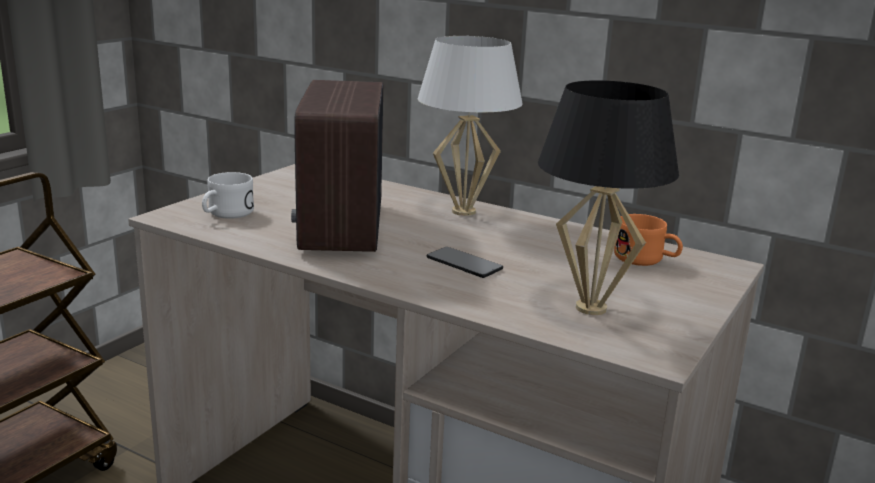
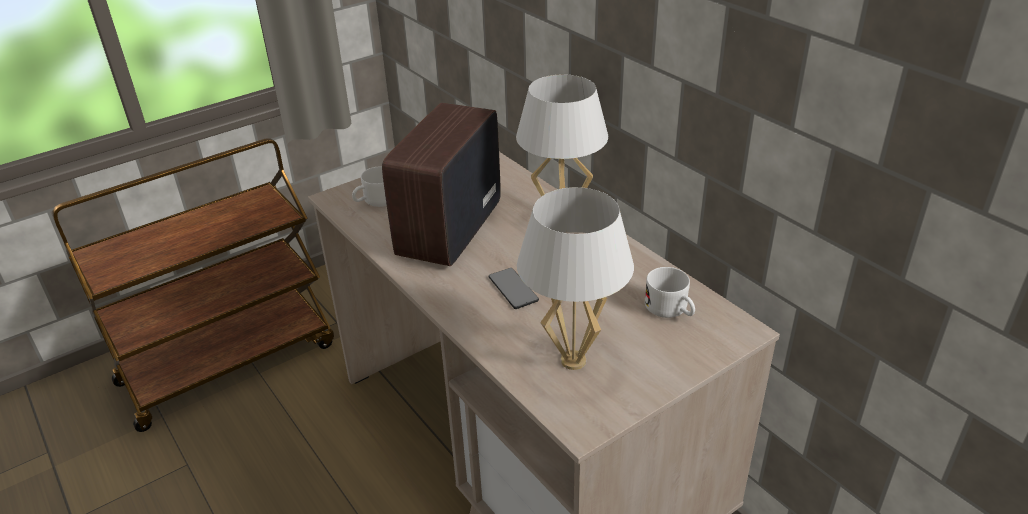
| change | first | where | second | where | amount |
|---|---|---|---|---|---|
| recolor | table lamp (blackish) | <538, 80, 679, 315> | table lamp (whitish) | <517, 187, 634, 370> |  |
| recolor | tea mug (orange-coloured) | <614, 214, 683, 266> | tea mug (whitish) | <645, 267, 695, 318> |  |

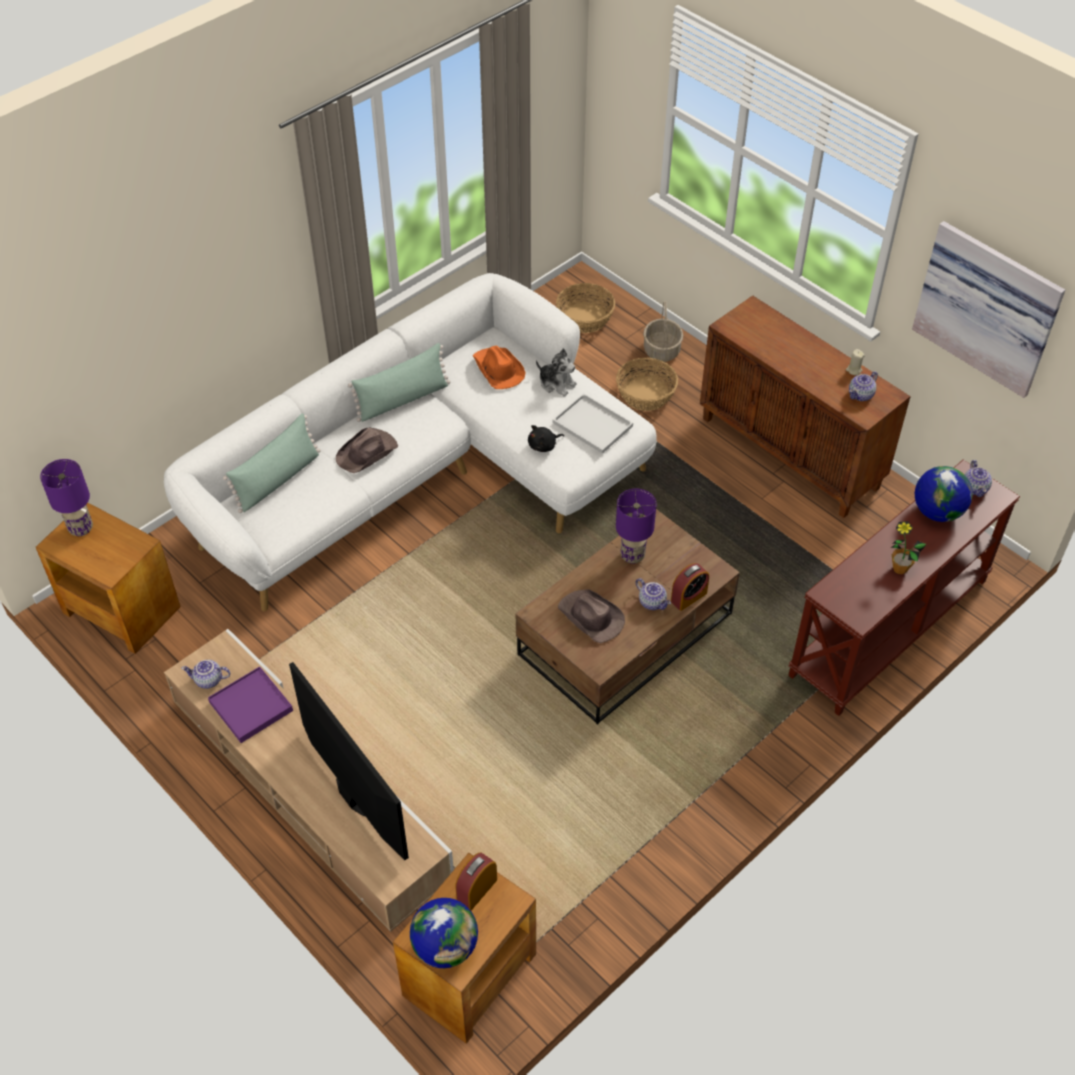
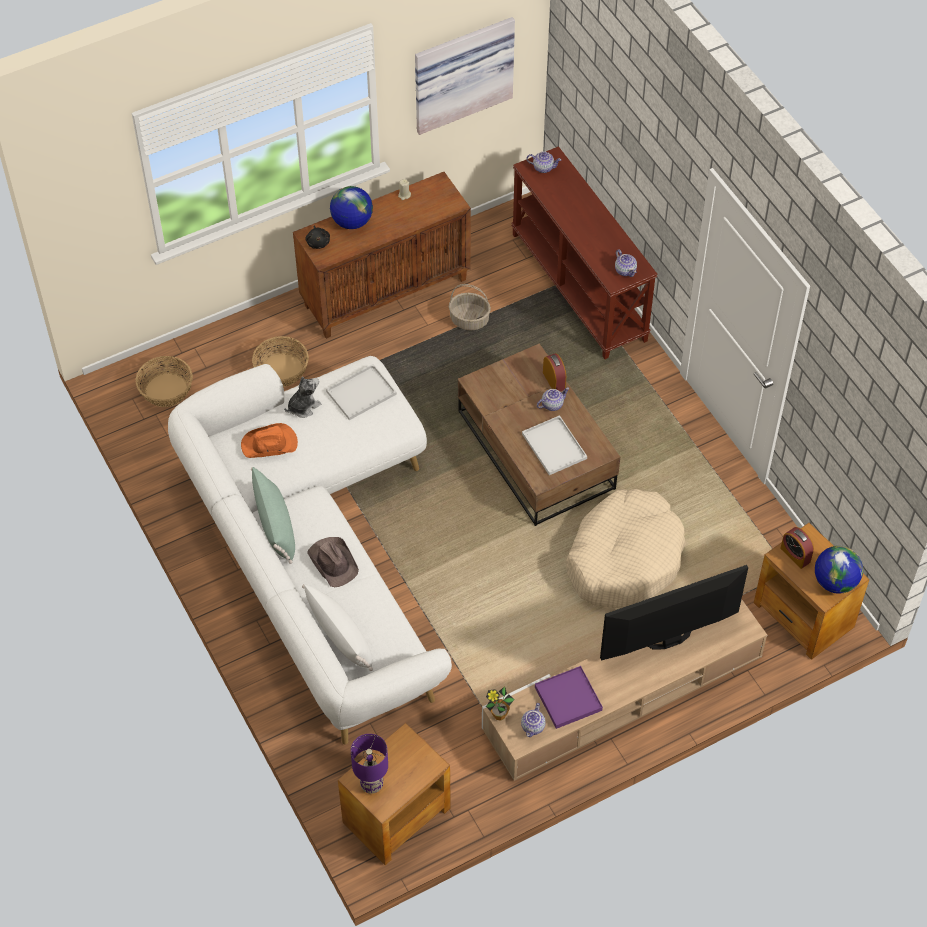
| change | first | where | second | where | amount |
|---|---|---|---|---|---|
| recolor | throw pillow (green) | <223, 414, 320, 513> | throw pillow (whitish) | <302, 584, 373, 671> |  |
| move | plush toy (blackish) | <528, 425, 564, 452> |  | <305, 226, 330, 249> |  |
| replace | wearable hat (brown-coloured) | <558, 590, 625, 643> | tray (whitish) | <522, 415, 587, 475> |  |
| delete | table lamp (purple) | <616, 488, 656, 564> |  |  |  |
| move | storage basket | <643, 301, 683, 362> |  | <449, 284, 491, 331> |  |
| move | tea pot | <849, 371, 878, 401> |  | <615, 250, 637, 277> |  |
| move | houseplant | <890, 521, 927, 574> |  | <486, 686, 515, 721> |  |
| move | desk globe | <915, 466, 973, 522> |  | <330, 186, 373, 229> |  |
| insert |  |  | dog bed (beige-coloured) | <566, 489, 686, 608> |  |

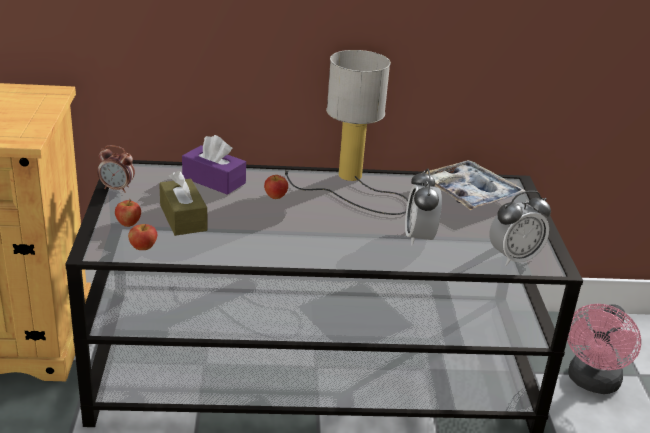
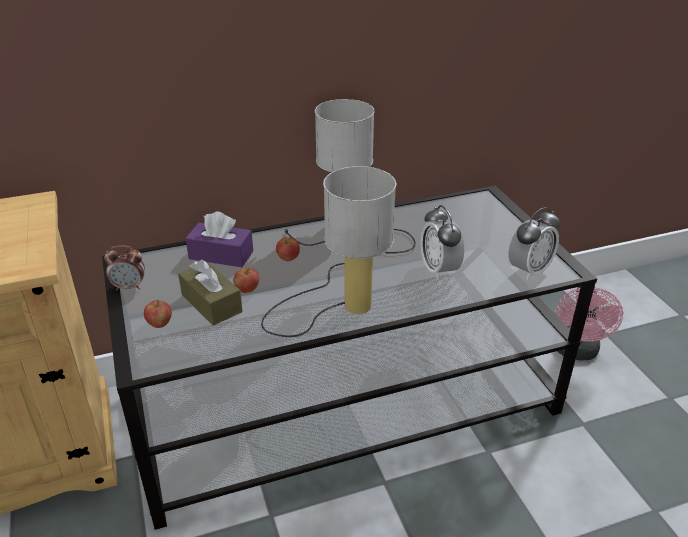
| change | first | where | second | where | amount |
|---|---|---|---|---|---|
| move | whole apple | <128, 224, 157, 250> |  | <233, 268, 259, 293> |  |
| delete | tray | <426, 160, 525, 210> |  |  |  |
| insert |  |  | table lamp | <261, 166, 396, 337> |  |

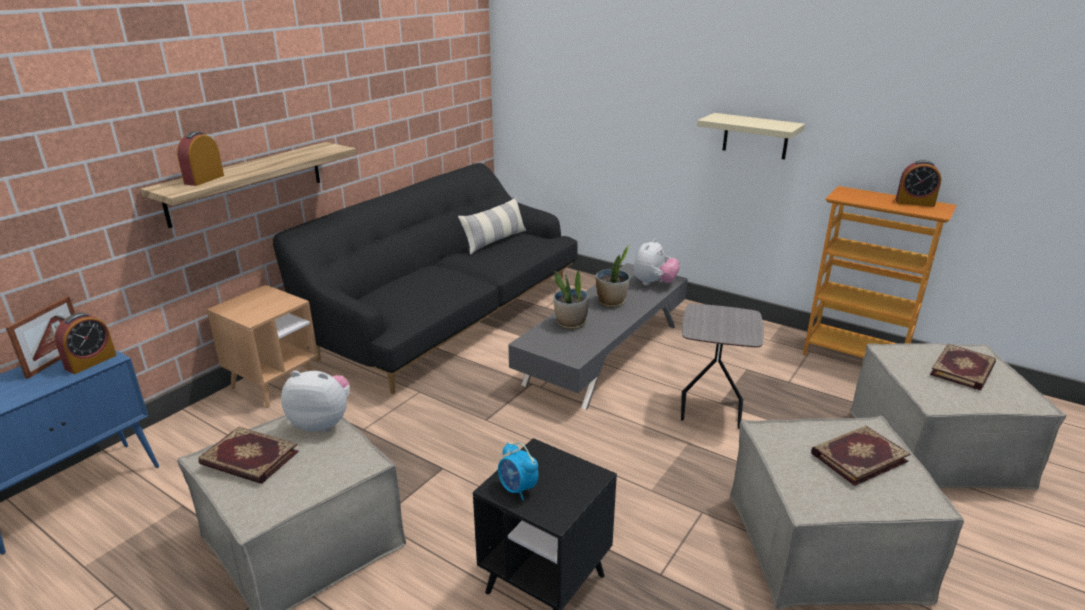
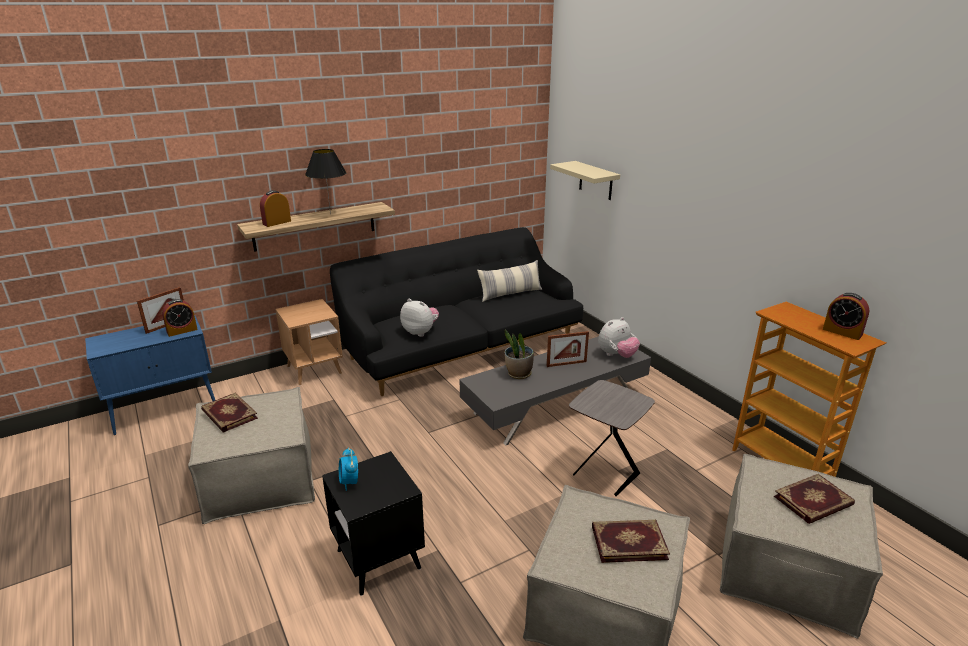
| change | first | where | second | where | amount |
|---|---|---|---|---|---|
| move | plush toy | <281, 371, 350, 432> |  | <400, 299, 439, 337> |  |
| replace | houseplant | <596, 245, 630, 307> | picture frame | <547, 331, 589, 367> |  |
| move | shelf (beige-coloured) | <697, 113, 805, 160> |  | <550, 161, 620, 200> |  |
| insert |  |  | table lamp (blackish) | <305, 149, 346, 215> |  |

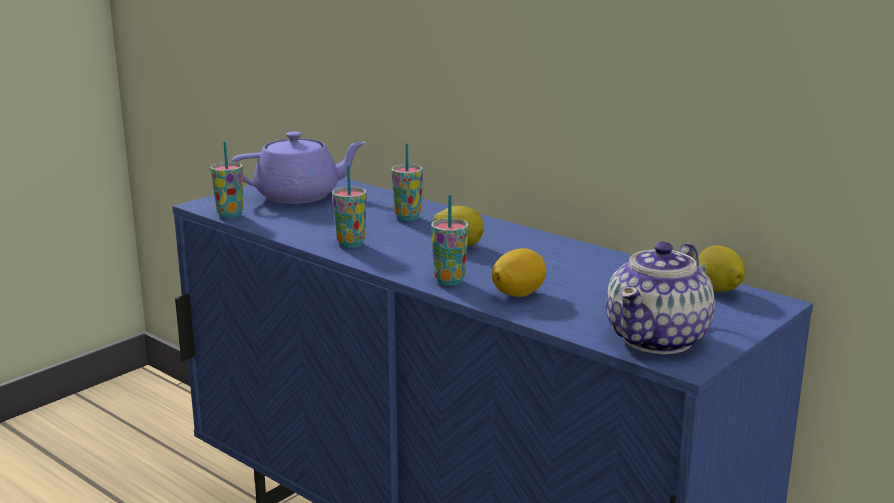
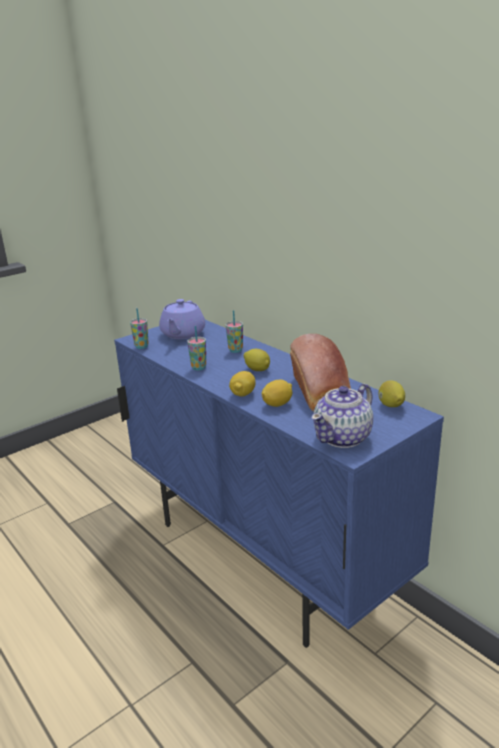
| change | first | where | second | where | amount |
|---|---|---|---|---|---|
| rotate | tea pot (purple) | <231, 131, 366, 204> |  | <159, 299, 205, 339> | 105 degrees clockwise |
| replace | small cup | <431, 195, 469, 286> | lemon | <229, 371, 255, 396> |  |
| insert |  |  | bread | <290, 334, 351, 412> |  |

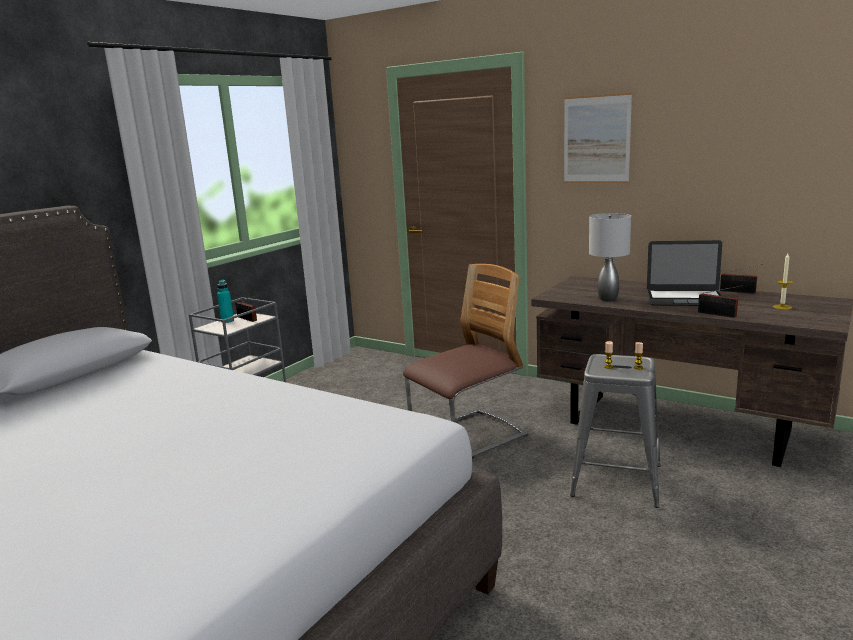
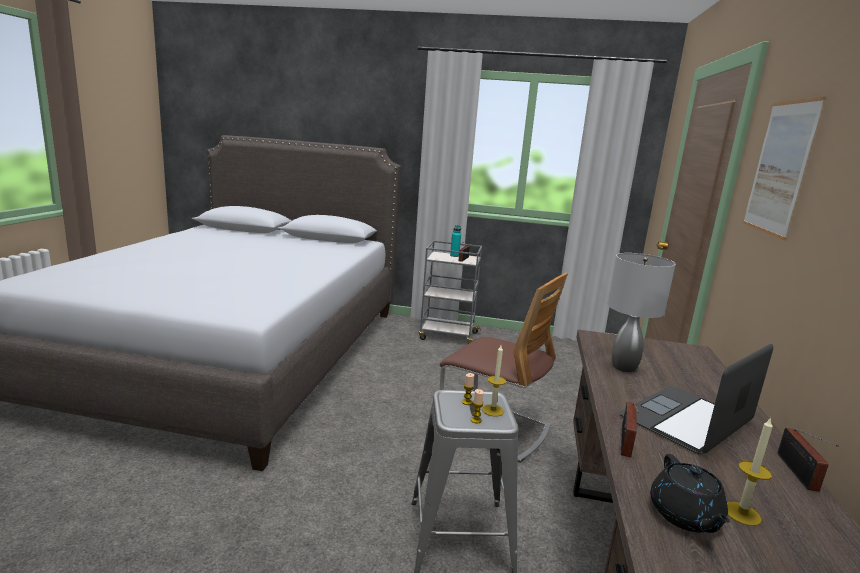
| change | first | where | second | where | amount |
|---|---|---|---|---|---|
| rotate | portable computer | <647, 240, 722, 306> |  | <619, 344, 773, 454> | 60 degrees clockwise |
| insert |  |  | candle | <482, 345, 506, 416> |  |
| insert |  |  | tea pot (blackish) | <650, 454, 730, 533> |  |

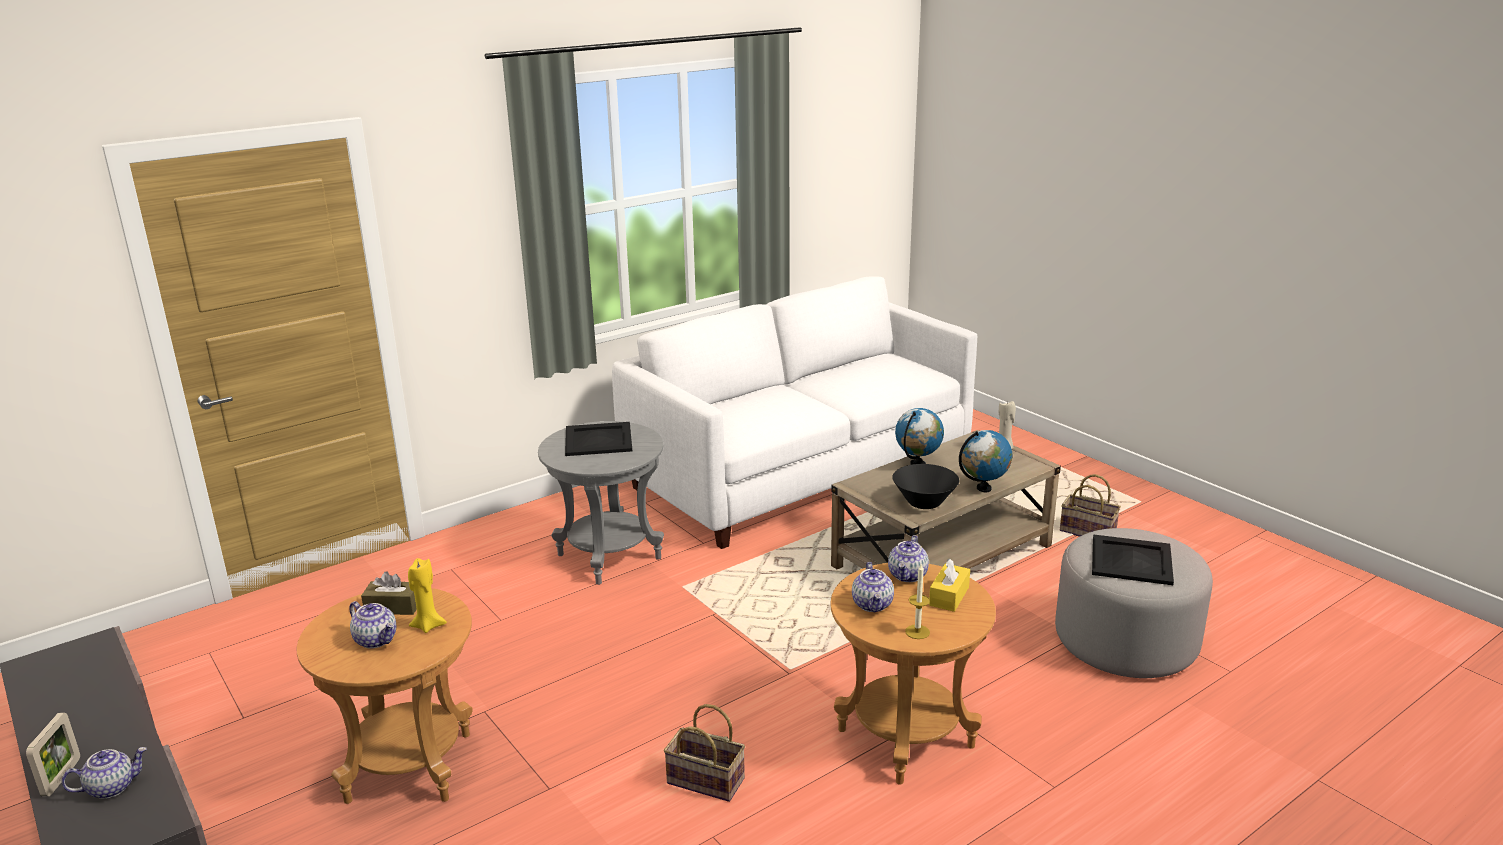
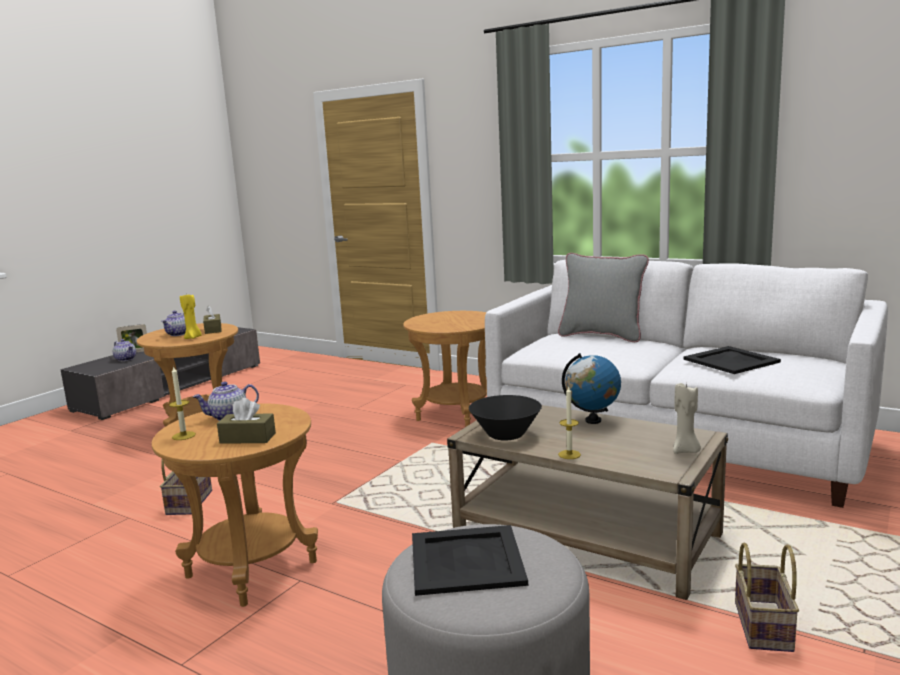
| change | first | where | second | where | amount |
|---|---|---|---|---|---|
| recolor | accent table (gray) | <538, 421, 664, 585> | accent table (brown-coloured) | <403, 311, 487, 427> |  |
| move | tray (blackish) | <565, 422, 632, 456> |  | <683, 346, 781, 374> |  |
| delete | tea pot | <888, 535, 929, 582> |  |  |  |
| recolor | tissue box (yellow-coloured) | <929, 558, 970, 612> | tissue box (brown-coloured) | <217, 398, 276, 444> |  |
| replace | desk globe | <959, 430, 1012, 492> | candle | <558, 386, 581, 459> |  |
| insert |  |  | throw pillow (gray) | <558, 253, 649, 342> |  |

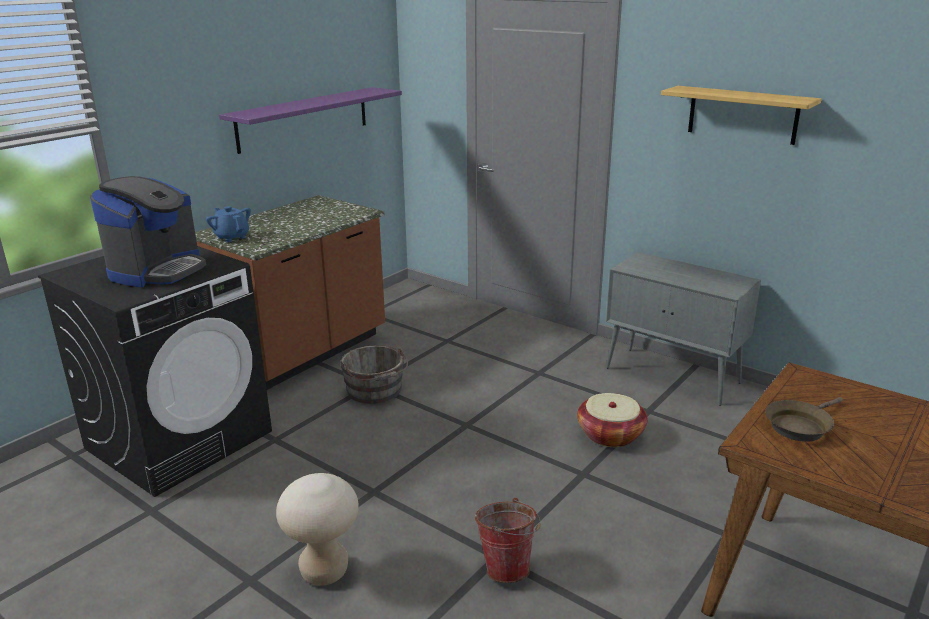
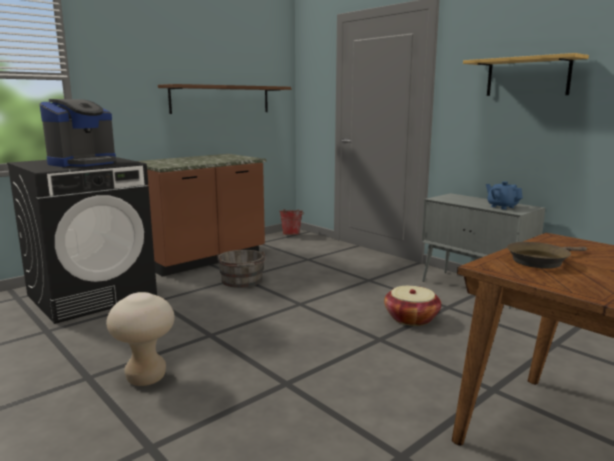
| change | first | where | second | where | amount |
|---|---|---|---|---|---|
| move | tea pot (bluish) | <206, 206, 251, 242> |  | <486, 181, 523, 209> |  |
| recolor | shelf (purple) | <219, 87, 402, 154> | shelf (brown-coloured) | <158, 84, 291, 114> |  |
| move | water bucket | <475, 498, 541, 583> |  | <280, 209, 304, 235> |  |

